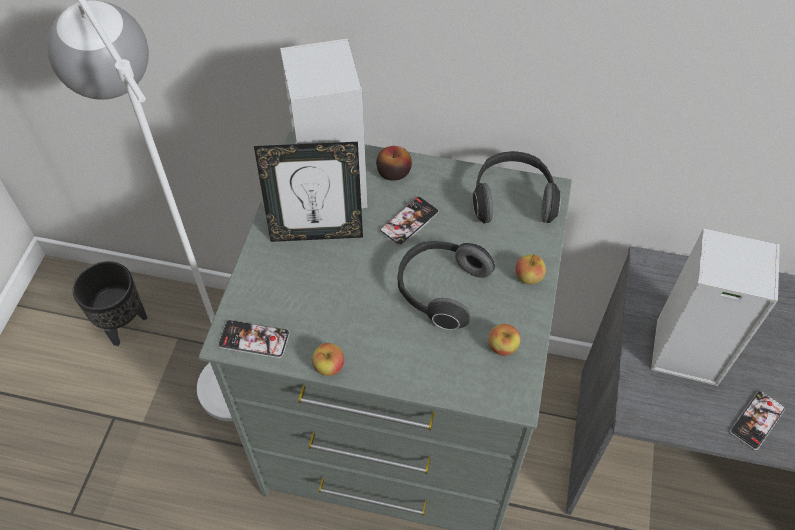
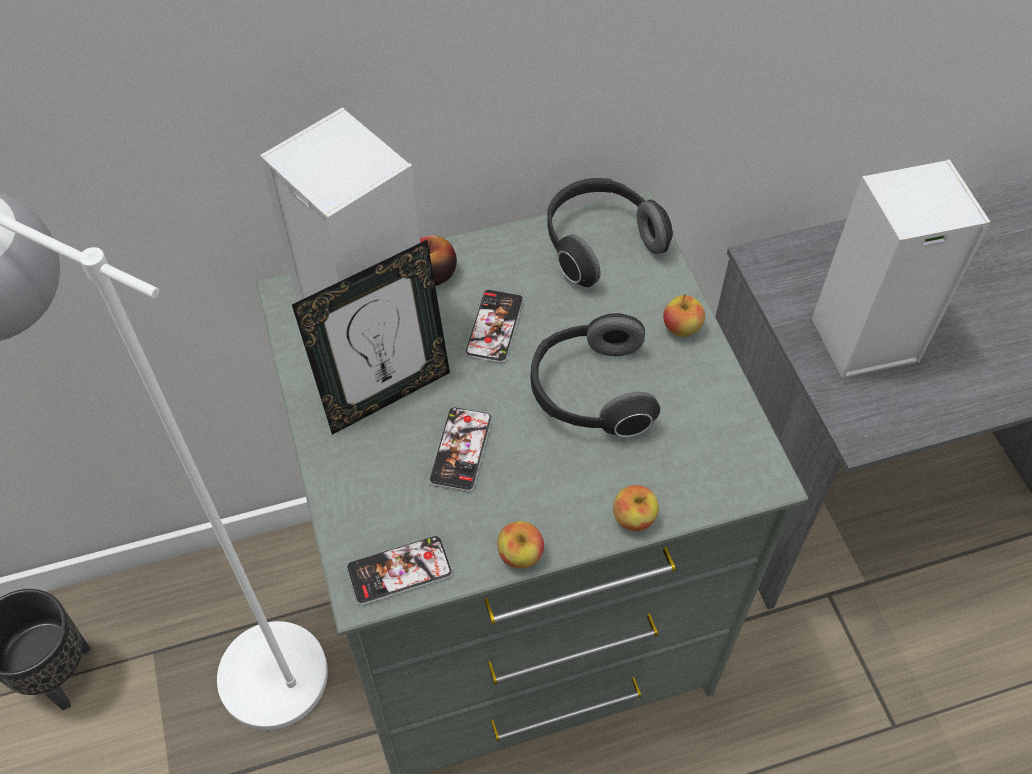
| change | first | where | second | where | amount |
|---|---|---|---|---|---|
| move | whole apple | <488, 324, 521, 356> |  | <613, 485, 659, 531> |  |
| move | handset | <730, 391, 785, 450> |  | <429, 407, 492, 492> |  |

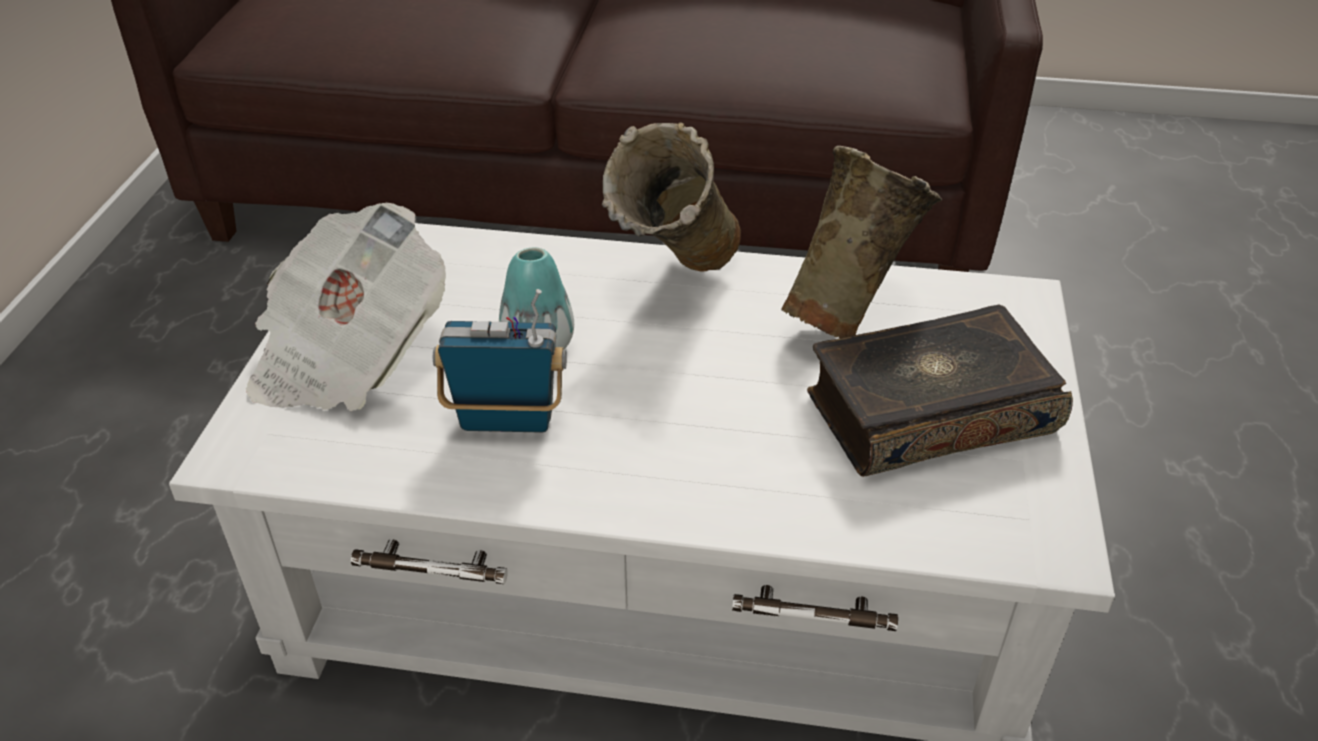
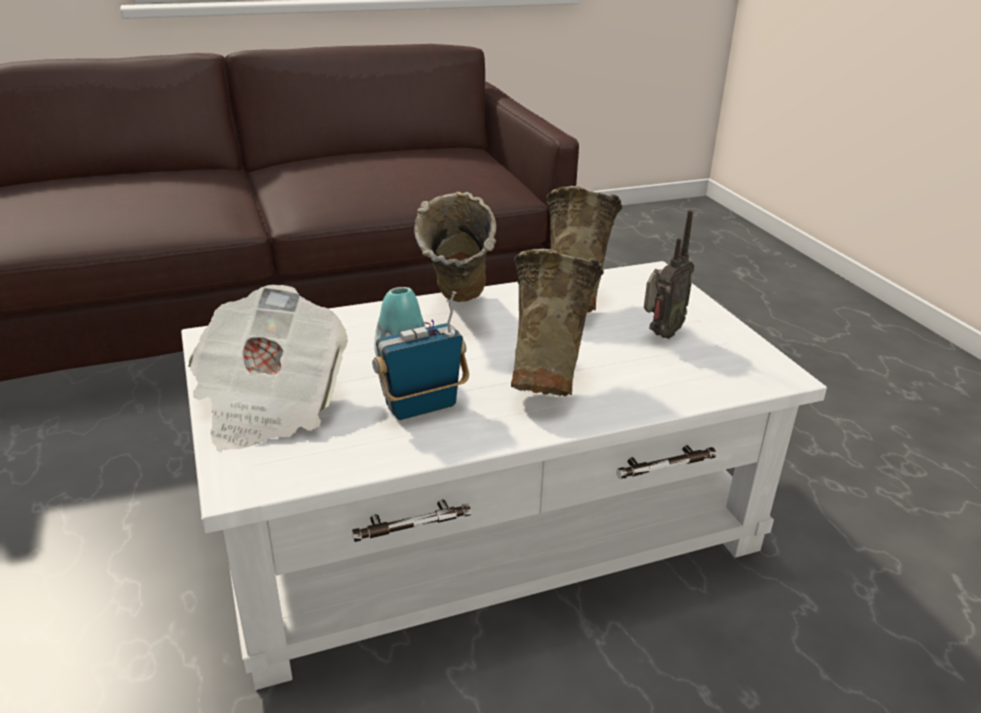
| change | first | where | second | where | amount |
|---|---|---|---|---|---|
| replace | bound book | <807, 304, 1073, 477> | radio set | <644, 210, 694, 339> |  |
| insert |  |  | decorative vase (beige-coloured) | <511, 249, 604, 396> |  |

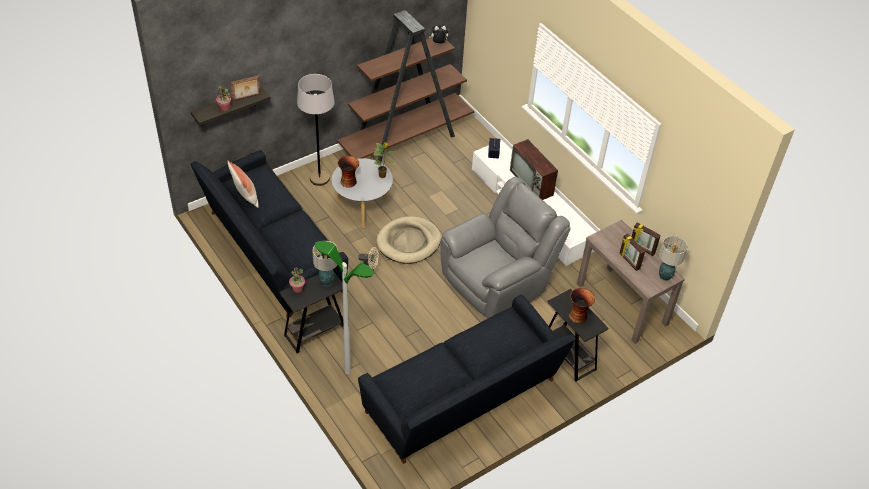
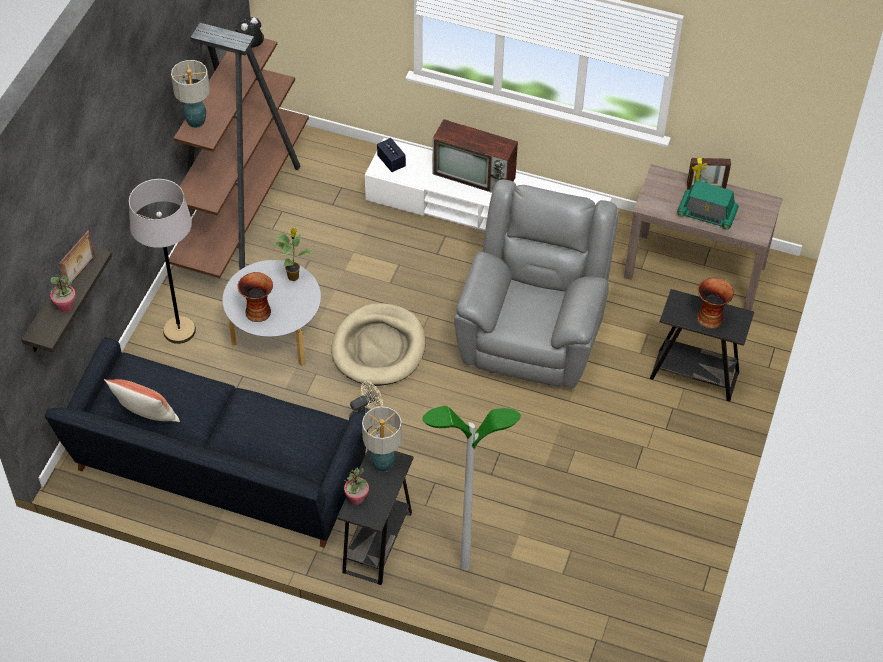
| change | first | where | second | where | amount |
|---|---|---|---|---|---|
| delete | couch (blackish) | <358, 295, 576, 464> |  |  |  |
| replace | picture frame | <619, 234, 645, 271> | radio set | <677, 180, 739, 230> |  |
| move | table lamp | <659, 236, 688, 281> |  | <171, 60, 210, 128> |  |

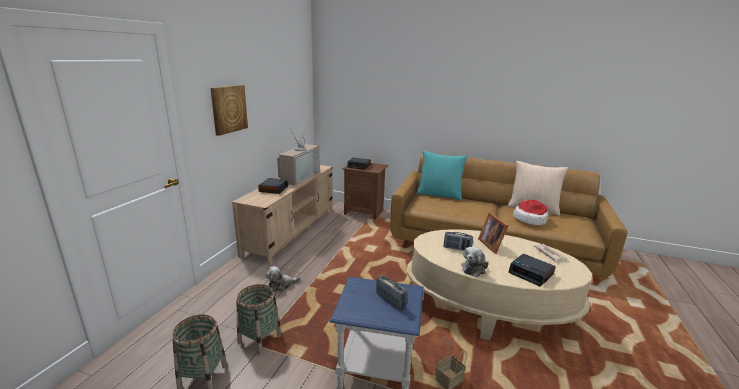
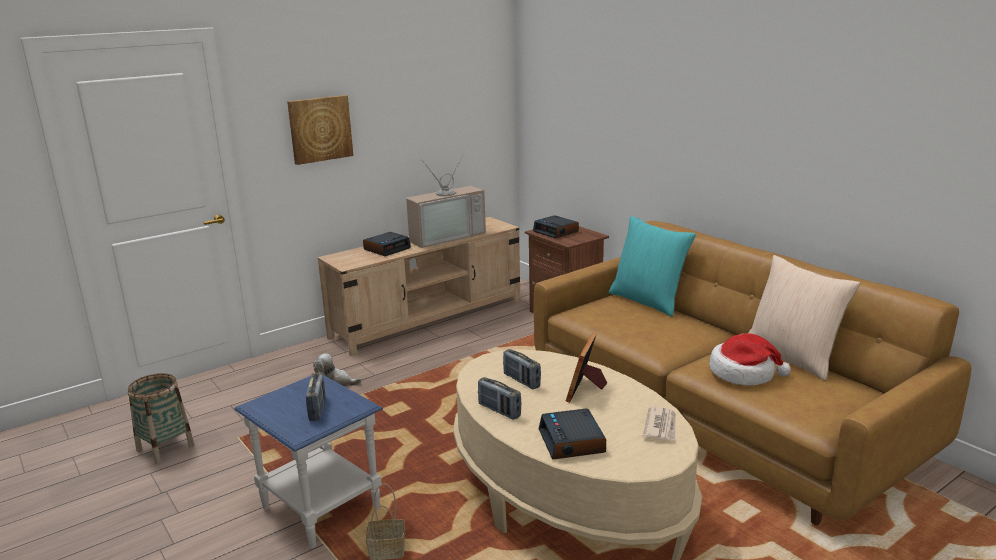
| change | first | where | second | where | amount |
|---|---|---|---|---|---|
| delete | storage basket | <237, 284, 281, 355> |  |  |  |
| replace | plush toy | <461, 247, 488, 277> | radio set | <478, 377, 521, 420> |  |

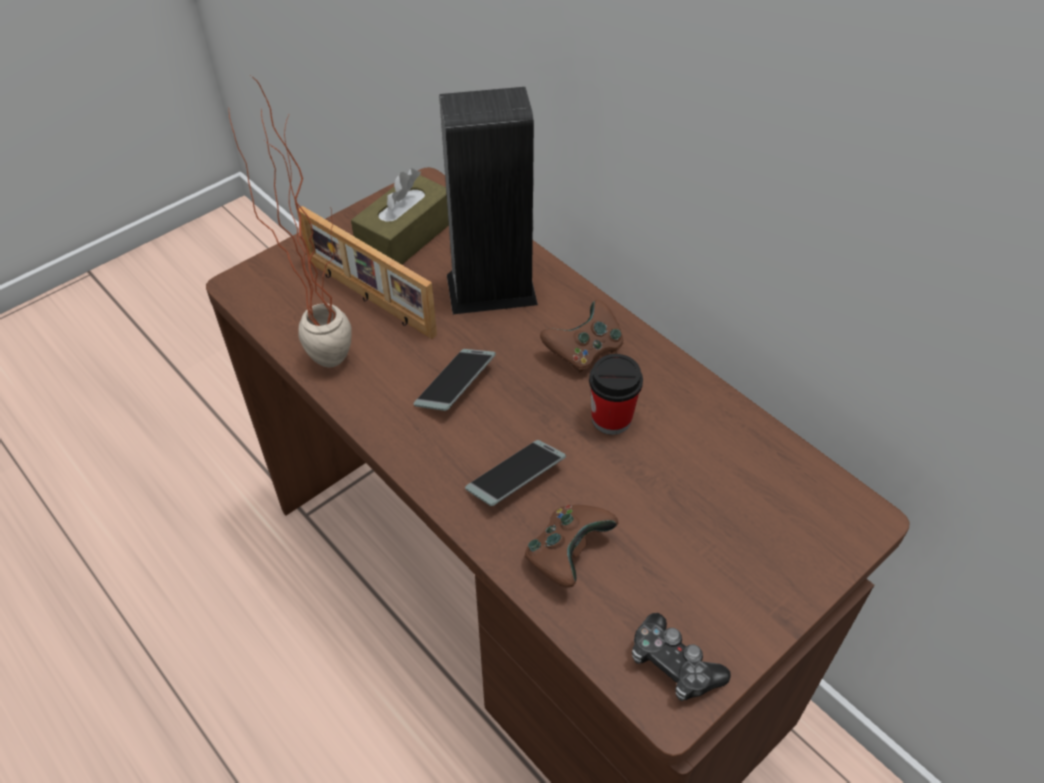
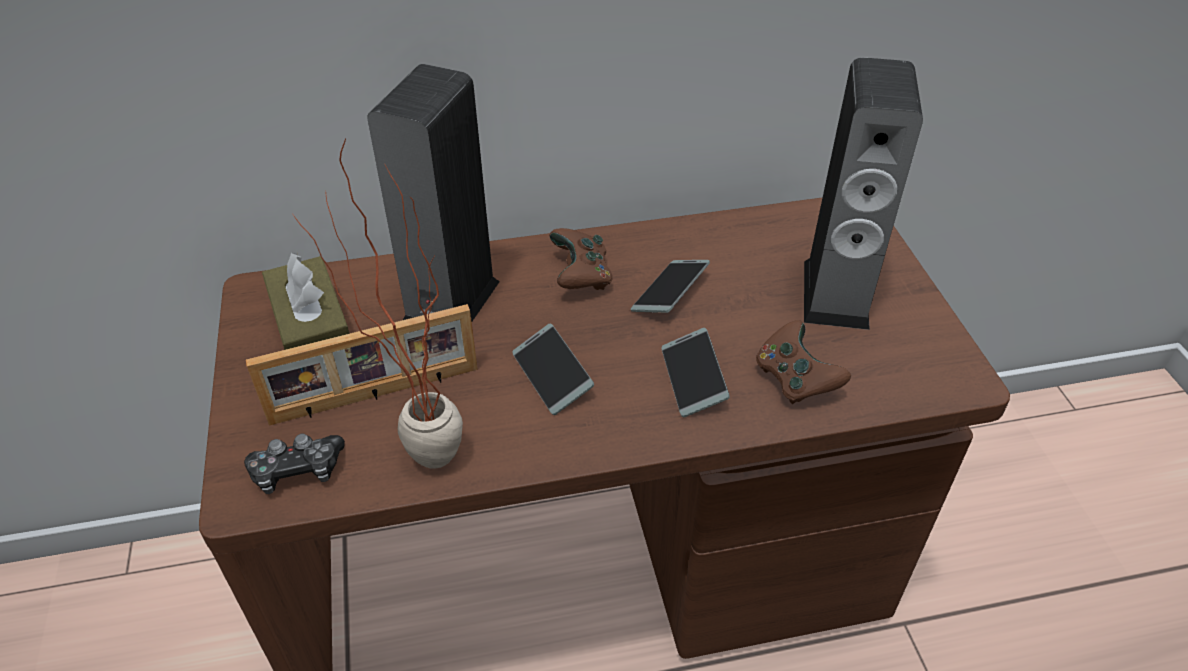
| change | first | where | second | where | amount |
|---|---|---|---|---|---|
| replace | small cup | <589, 354, 643, 435> | handset | <631, 260, 710, 313> |  |
| move | game controller | <632, 613, 731, 701> |  | <244, 434, 345, 494> |  |
| insert |  |  | audio speaker | <804, 58, 923, 330> |  |

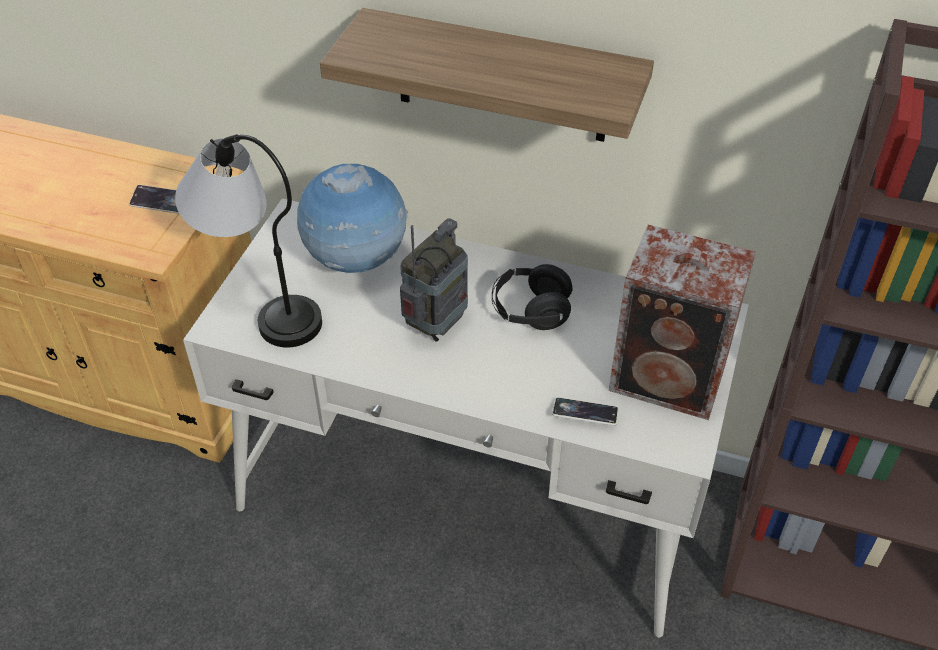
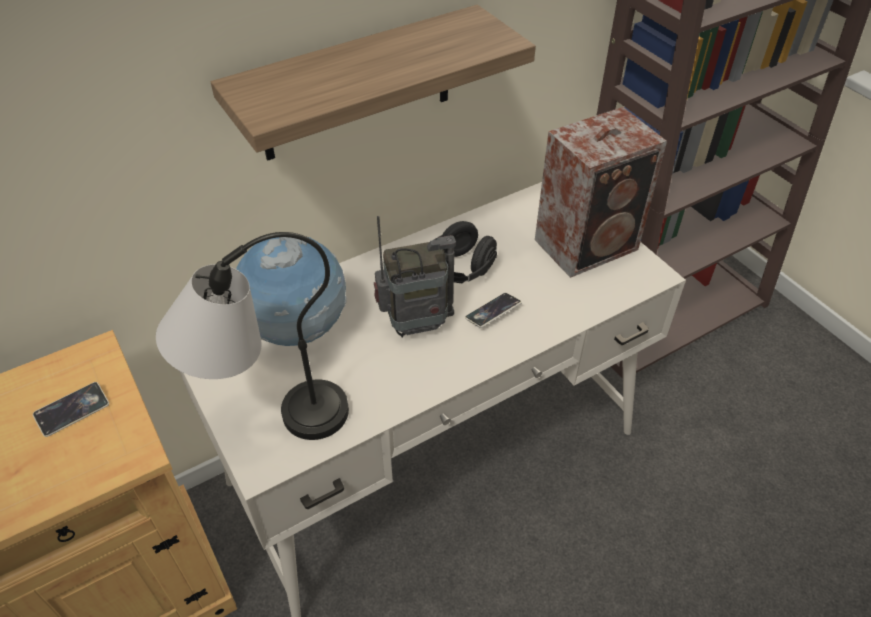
| change | first | where | second | where | amount |
|---|---|---|---|---|---|
| rotate | radio set | <400, 218, 468, 342> |  | <374, 216, 456, 338> | 90 degrees clockwise |
| move | handset | <552, 398, 619, 426> |  | <465, 293, 522, 328> |  |

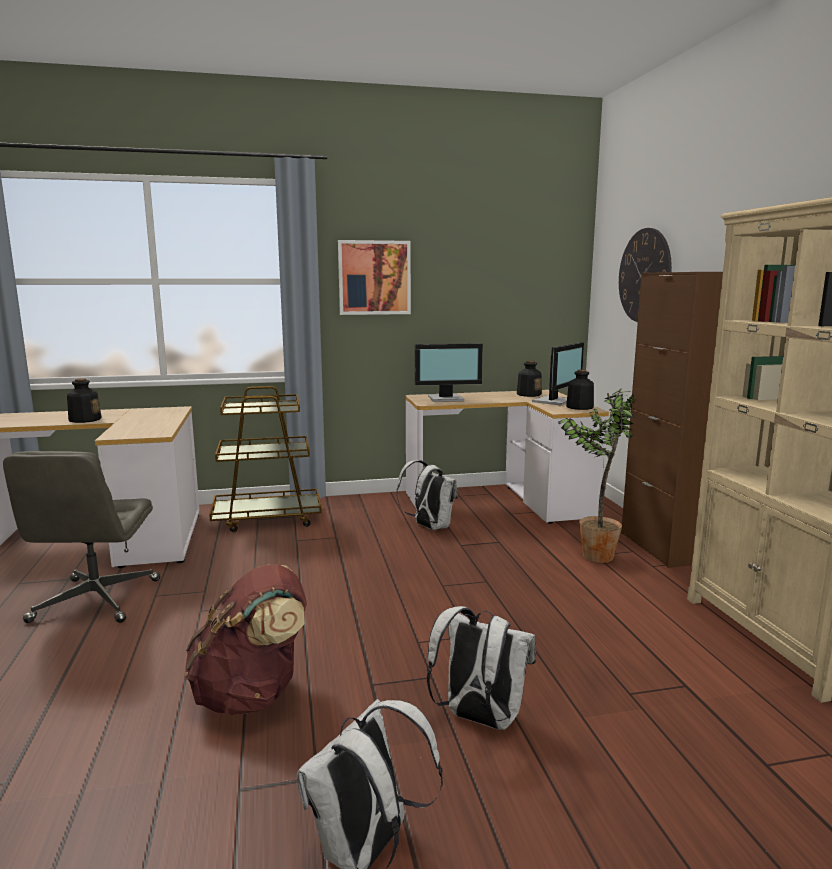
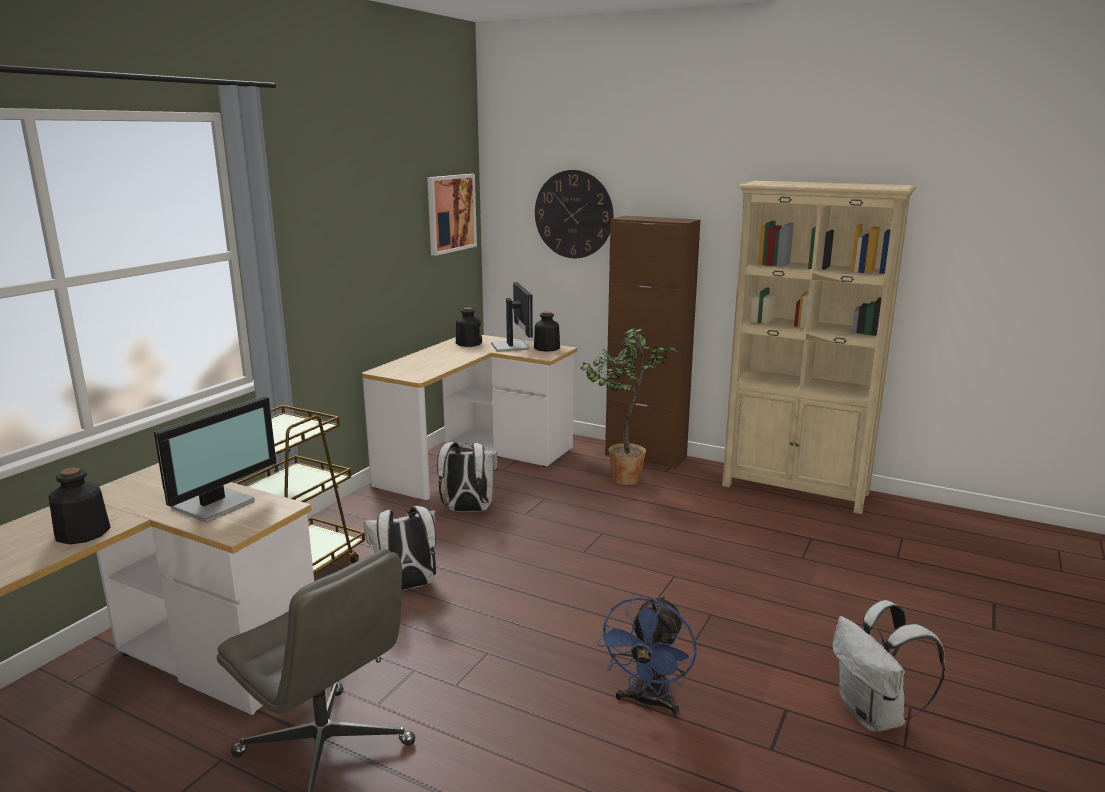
| change | first | where | second | where | amount |
|---|---|---|---|---|---|
| replace | rucksack (brown-coloured) | <185, 564, 307, 715> | electric fan (bluish) | <597, 596, 696, 716> |  |
| move | picture | <338, 240, 411, 315> |  | <427, 174, 477, 256> |  |
| move | computer screen | <415, 343, 483, 402> |  | <154, 396, 276, 523> |  |
| move | rucksack (whitish) | <427, 606, 536, 730> |  | <364, 506, 436, 590> |  |

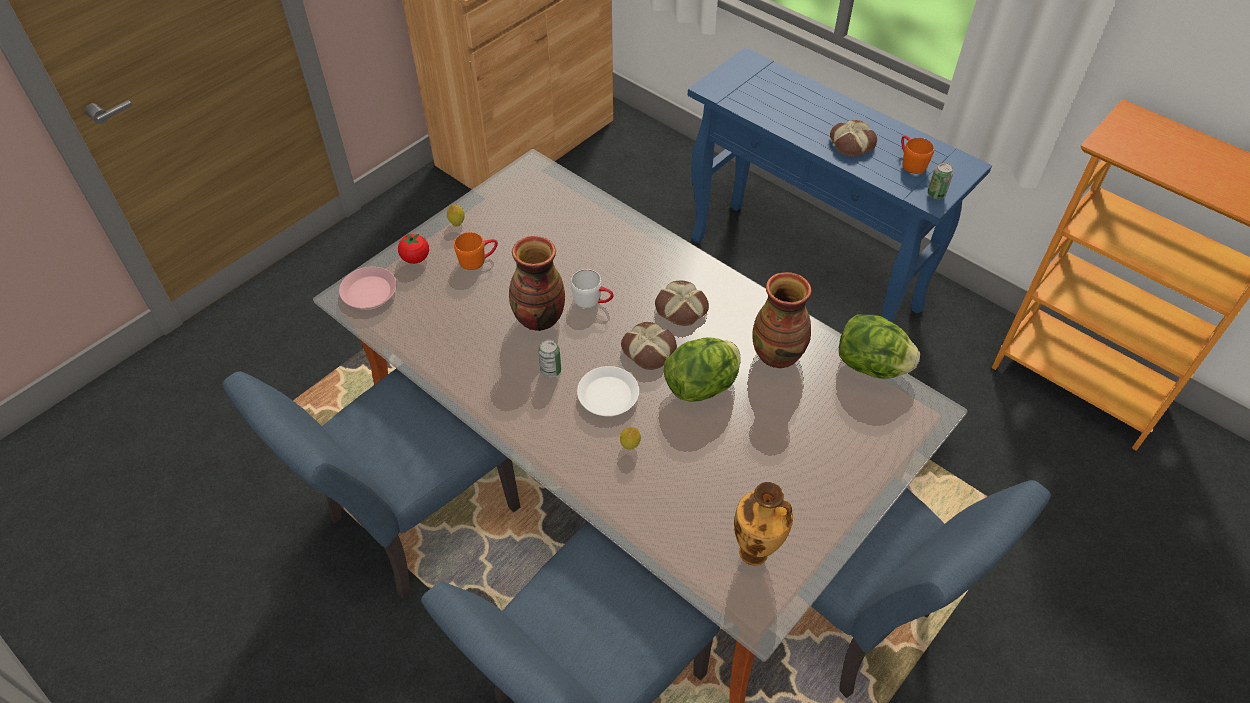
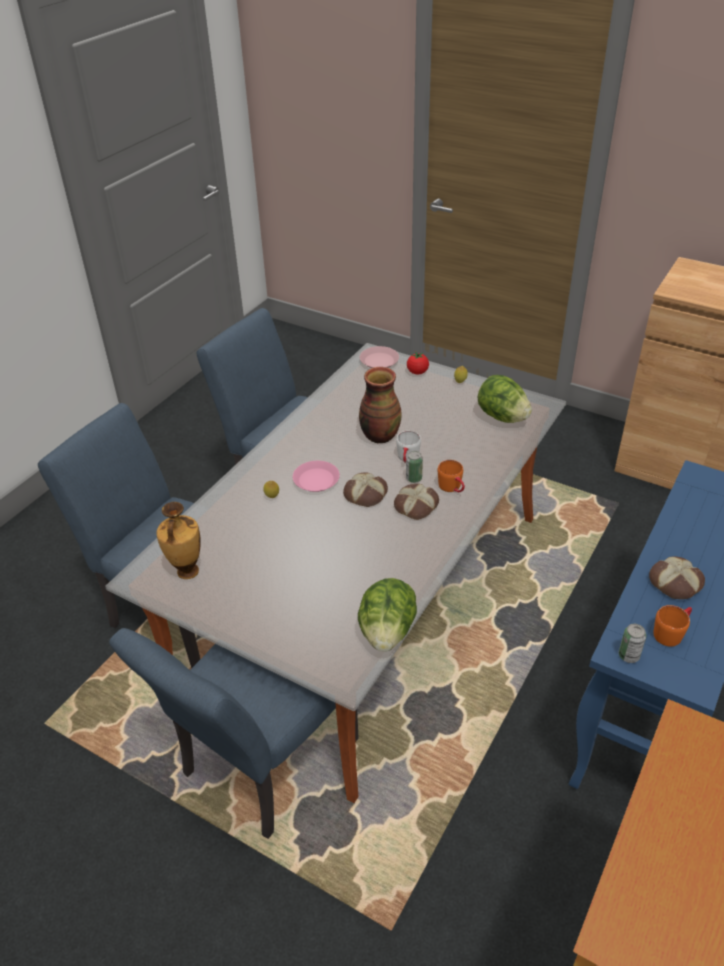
| change | first | where | second | where | amount |
|---|---|---|---|---|---|
| move | tea mug (orange-coloured) | <454, 232, 498, 270> |  | <438, 460, 465, 492> |  |
| move | sealed can | <538, 339, 561, 378> |  | <406, 451, 423, 483> |  |
| recolor | flat dish (whitish) | <577, 366, 639, 416> | flat dish (pink) | <293, 461, 340, 492> |  |
| move | head of lettuce | <664, 337, 741, 402> |  | <478, 375, 532, 423> |  |
| delete | decorative vase | <753, 272, 812, 369> |  |  |  |

